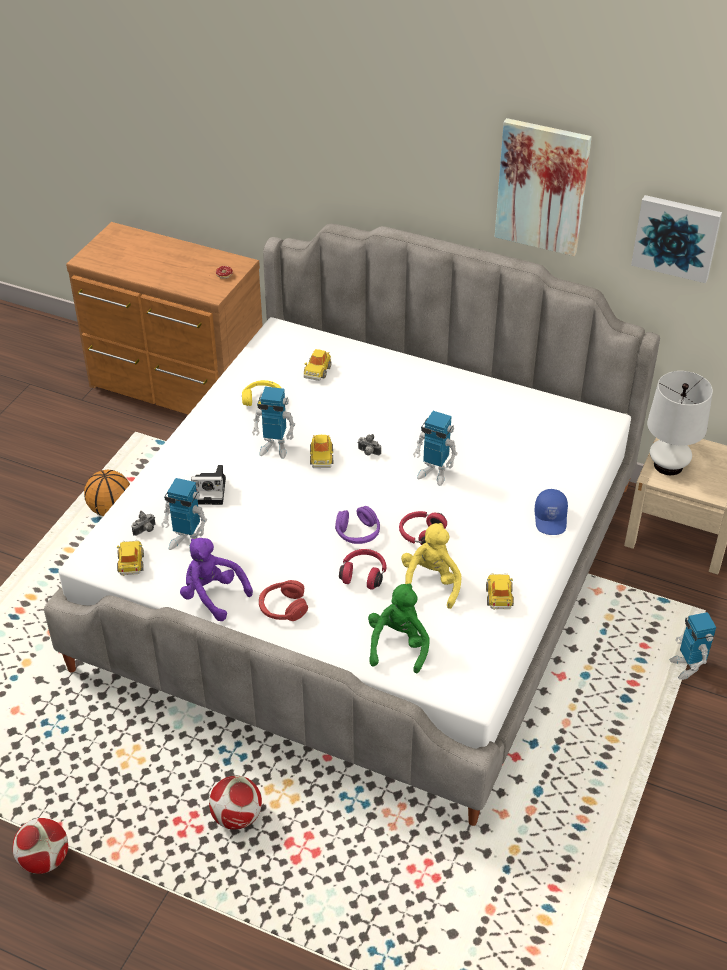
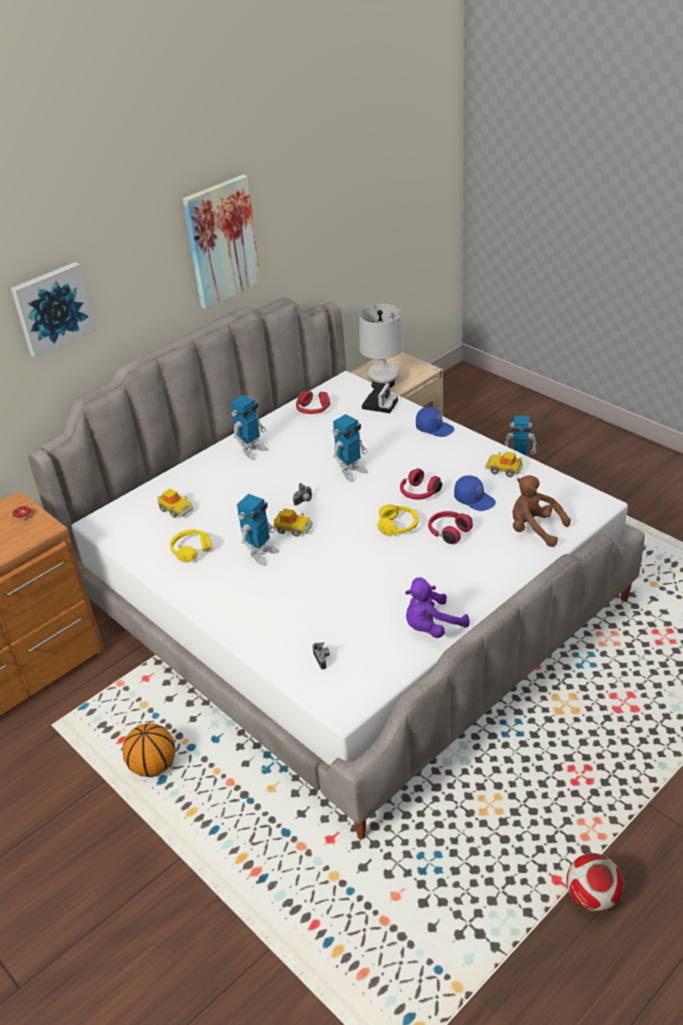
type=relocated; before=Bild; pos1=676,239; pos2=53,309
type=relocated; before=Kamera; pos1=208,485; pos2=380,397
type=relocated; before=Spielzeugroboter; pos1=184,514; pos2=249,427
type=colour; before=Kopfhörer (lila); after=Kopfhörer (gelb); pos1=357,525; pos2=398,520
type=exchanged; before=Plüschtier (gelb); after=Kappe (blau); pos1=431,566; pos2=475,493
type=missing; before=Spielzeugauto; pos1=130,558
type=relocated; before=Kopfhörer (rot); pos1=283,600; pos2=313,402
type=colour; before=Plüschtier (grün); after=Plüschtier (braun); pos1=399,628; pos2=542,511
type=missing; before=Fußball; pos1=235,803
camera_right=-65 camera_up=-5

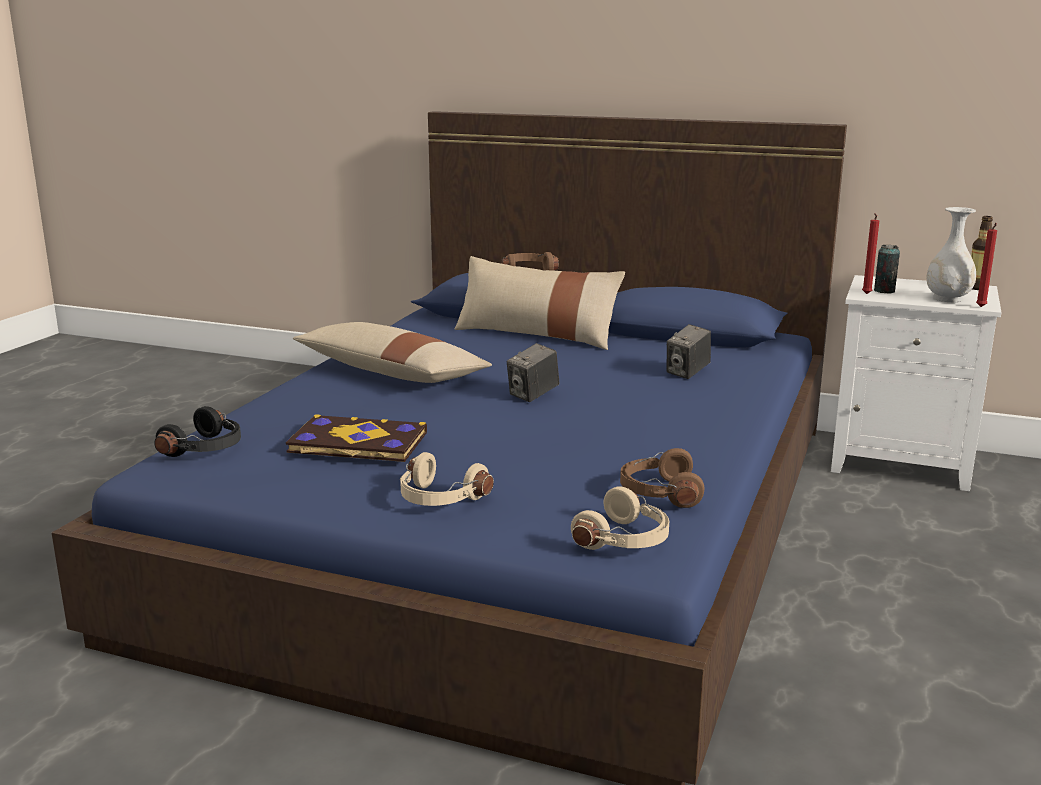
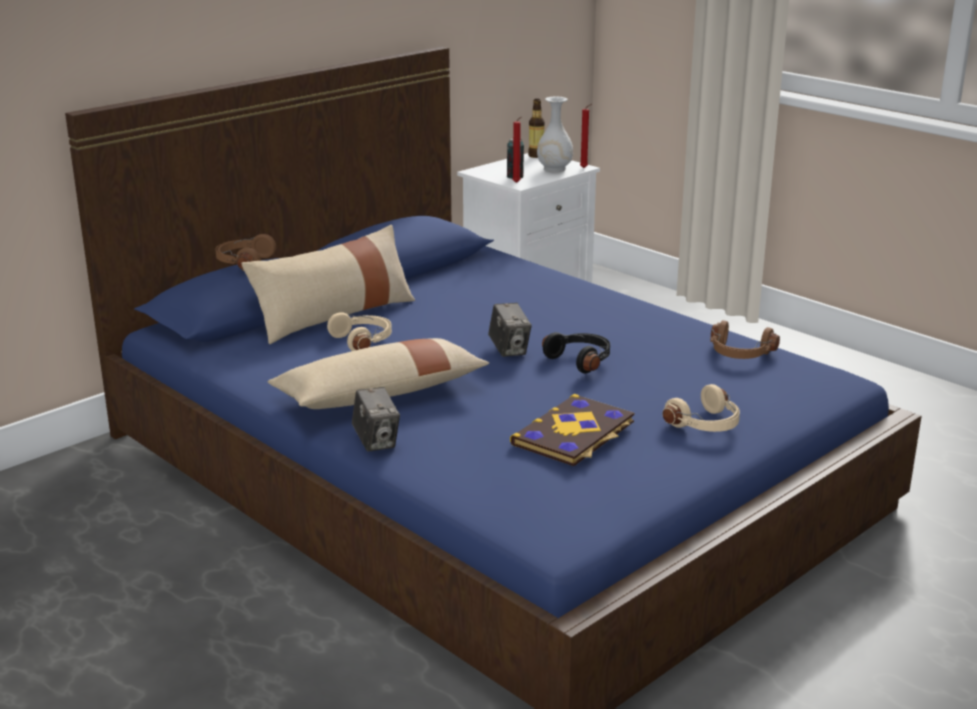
type=relocated; before=Kamera; pos1=689,351; pos2=376,419
type=relocated; before=Kopfhörer (schwarz); pos1=197,431; pos2=576,353
type=relocated; before=Kopfhörer (beige); pos1=620,518; pos2=359,331
camera_right=-65 camera_up=5

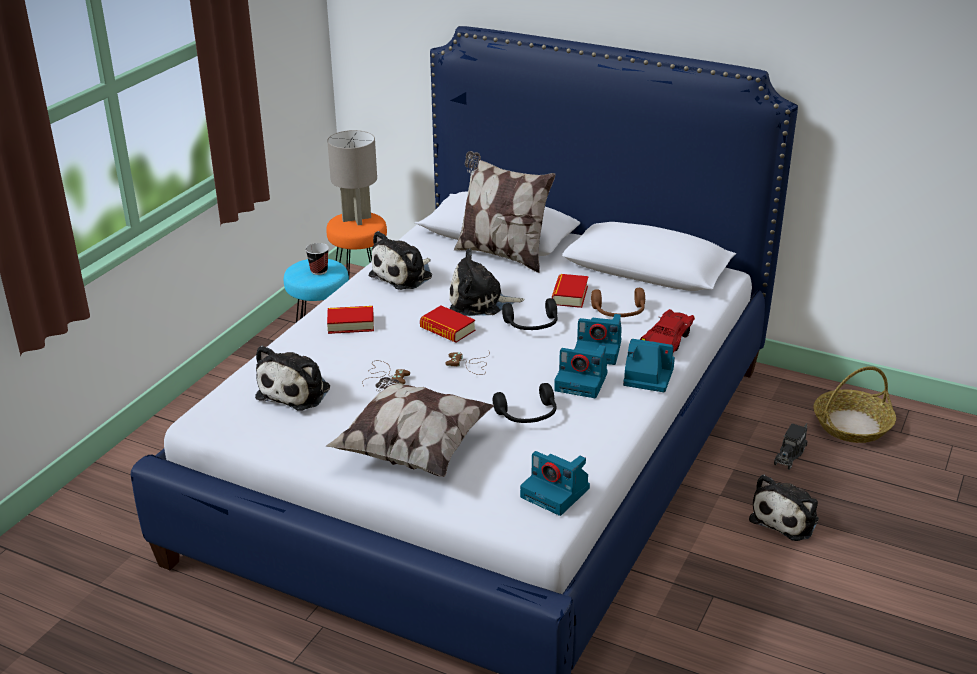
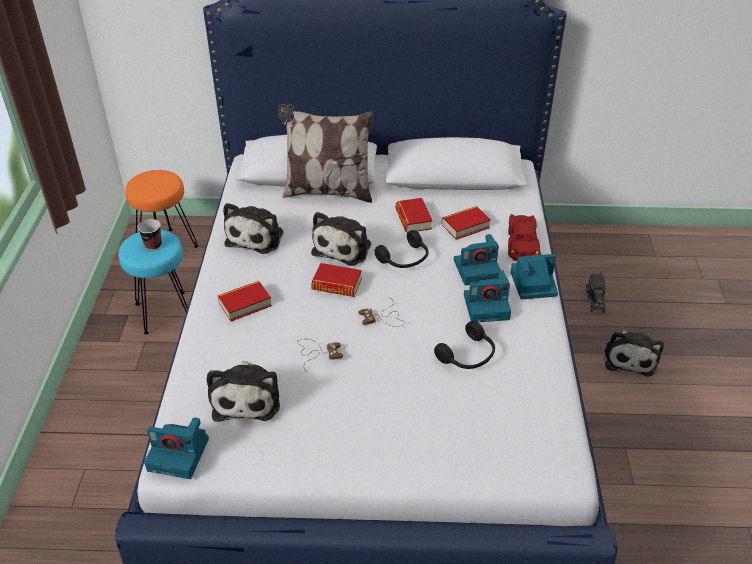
type=missing; before=Tischlampe (grau); pos1=352,177
type=spun; before=Plüschtier; pos1=487,282; pos2=341,239; turn=-45
type=exchanged; before=Kopfhörer (braun); after=Buch; pos1=618,302; pos2=466,223
type=missing; before=Korb; pos1=854,404
type=missing; before=Kissen; pos1=409,427
type=relocated; before=Kamera; pos1=555,483; pos2=176,448
camera_right=-25 camera_up=10

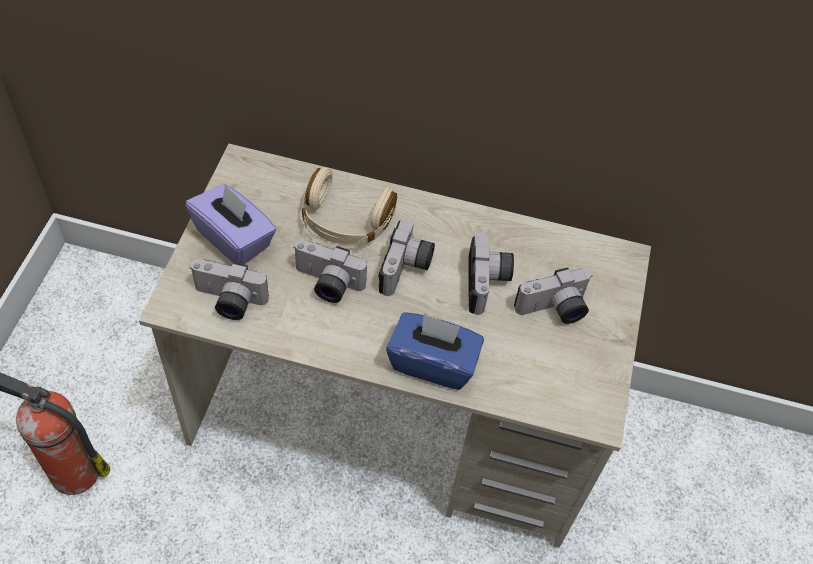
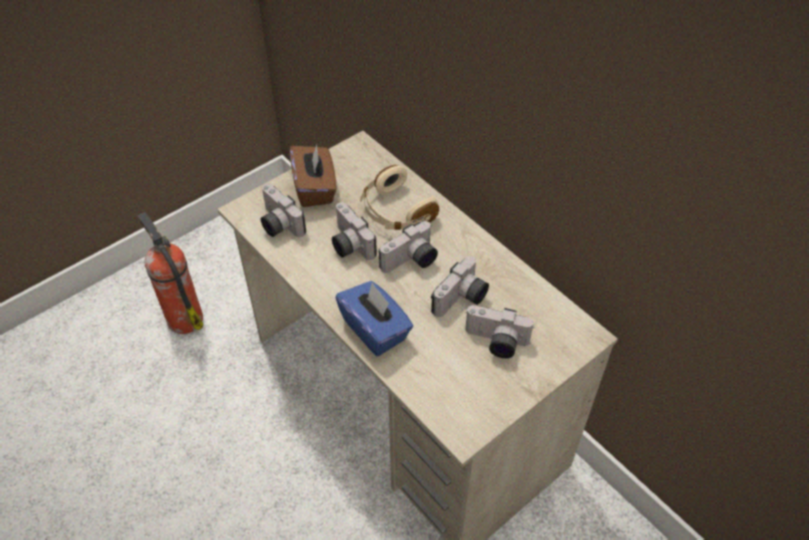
type=colour; before=Taschentuchbox (lila); after=Taschentuchbox (braun); pos1=231,224; pos2=313,176
camera_right=40 camera_up=-5

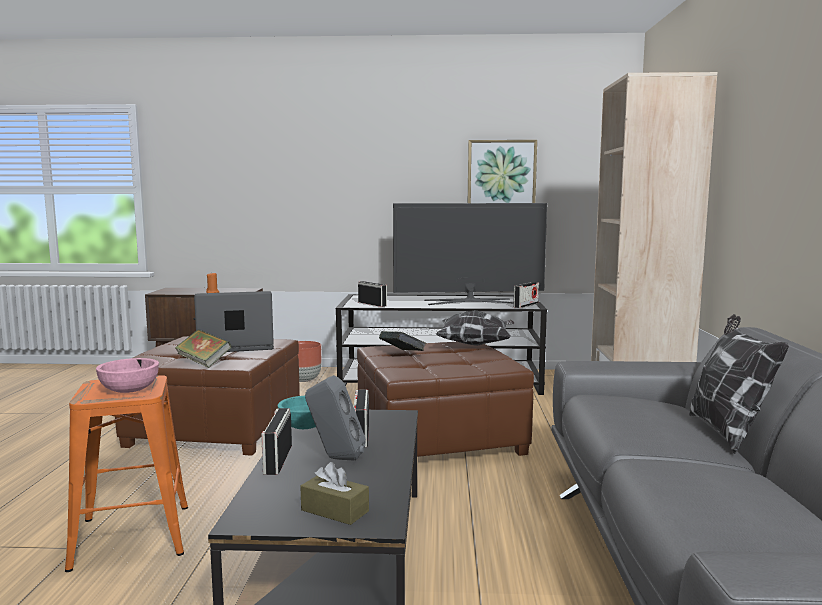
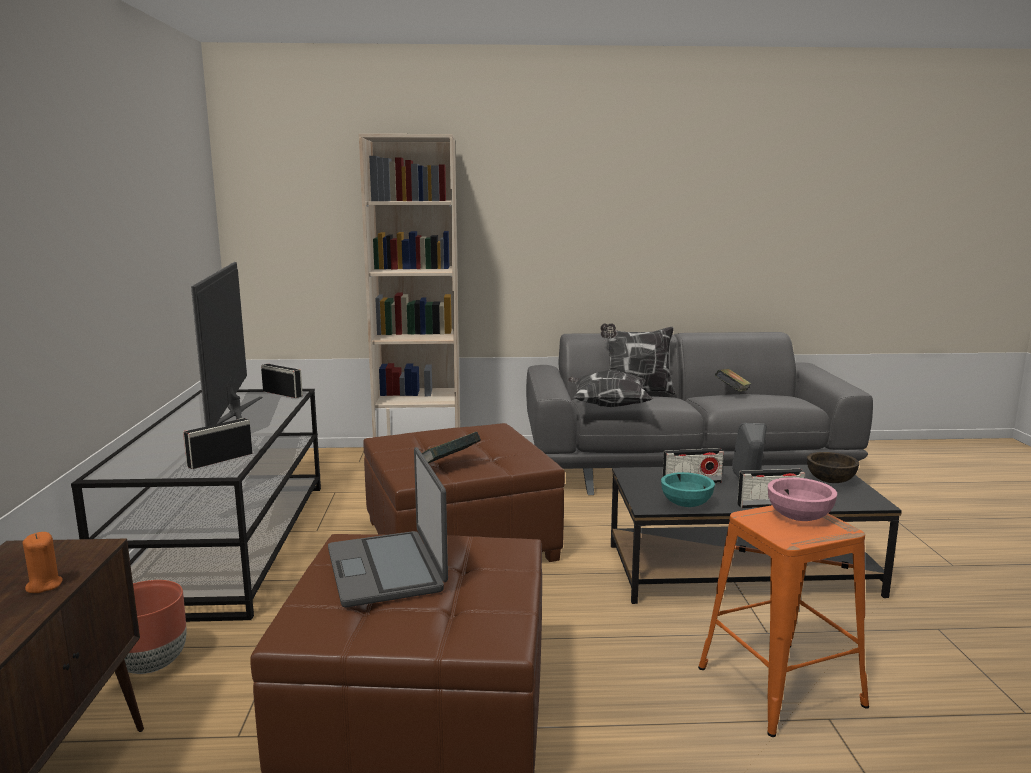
type=missing; before=Bild; pos1=502,171
type=relocated; before=Kissen; pos1=475,327; pos2=610,388
type=relocated; before=Buch; pos1=203,348; pos2=733,380
type=exchanged; before=Taschentuchbox (braun); after=Schüssel (braun); pos1=334,493; pos2=833,467
camera_right=-95 camera_up=5

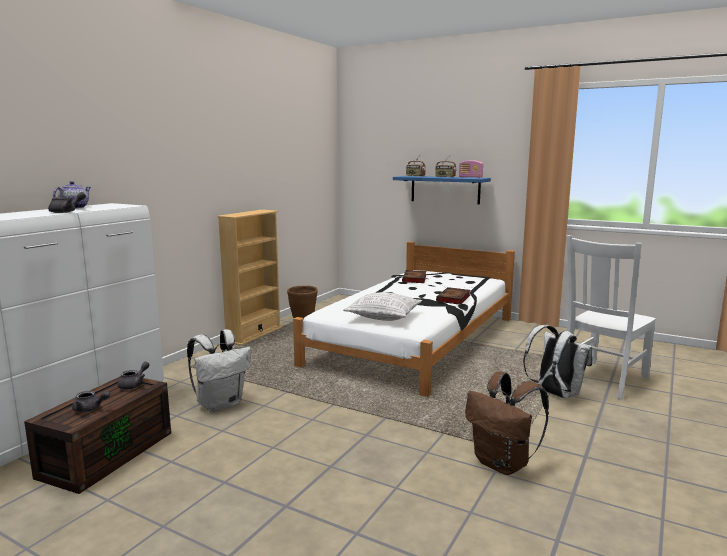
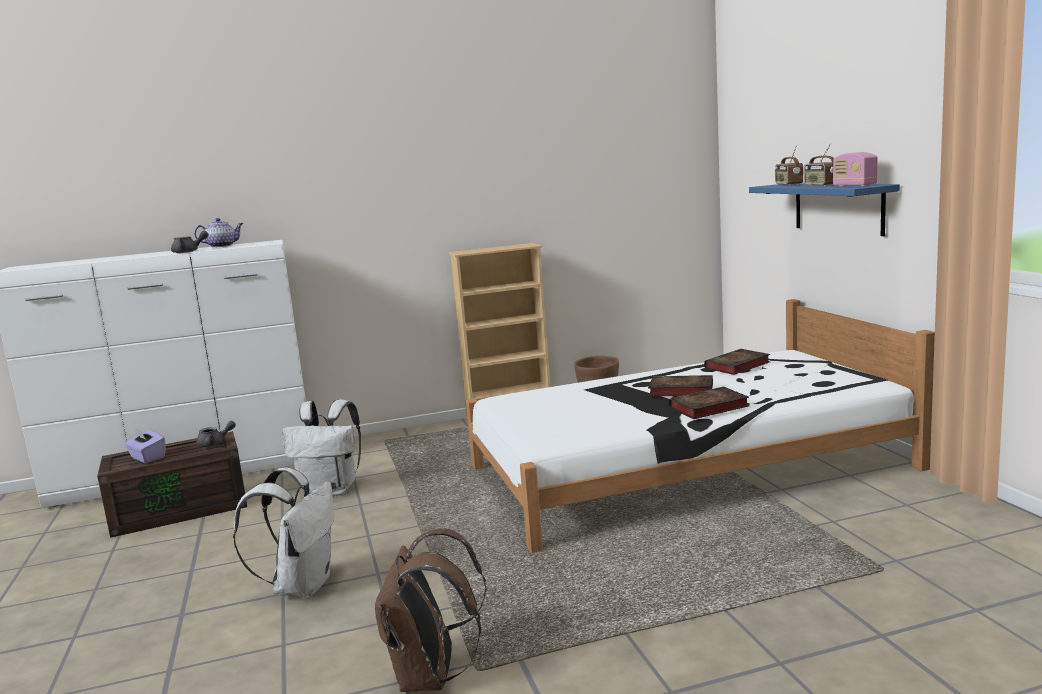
type=missing; before=Stuhl (weiß); pos1=611,317
type=missing; before=Kissen; pos1=382,306
type=relocated; before=Rucksack (weiß); pos1=557,361; pos2=283,532
type=exchanged; before=Teekanne (grau); after=Taschentuchbox (lila); pos1=91,401; pos2=145,445
type=appeared; after=Buch; pos2=680,386
camera_right=45 camera_up=0

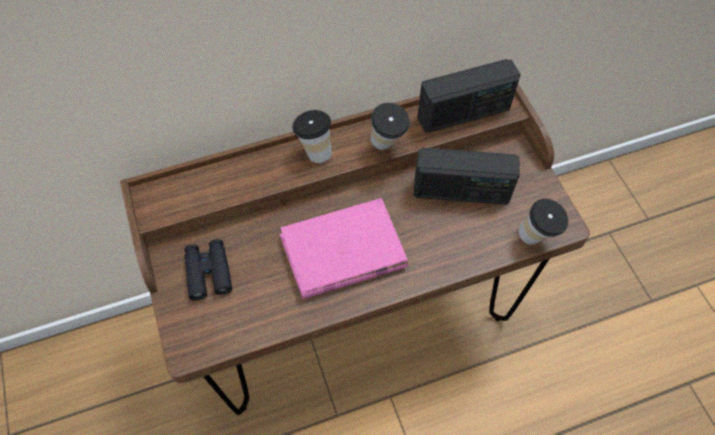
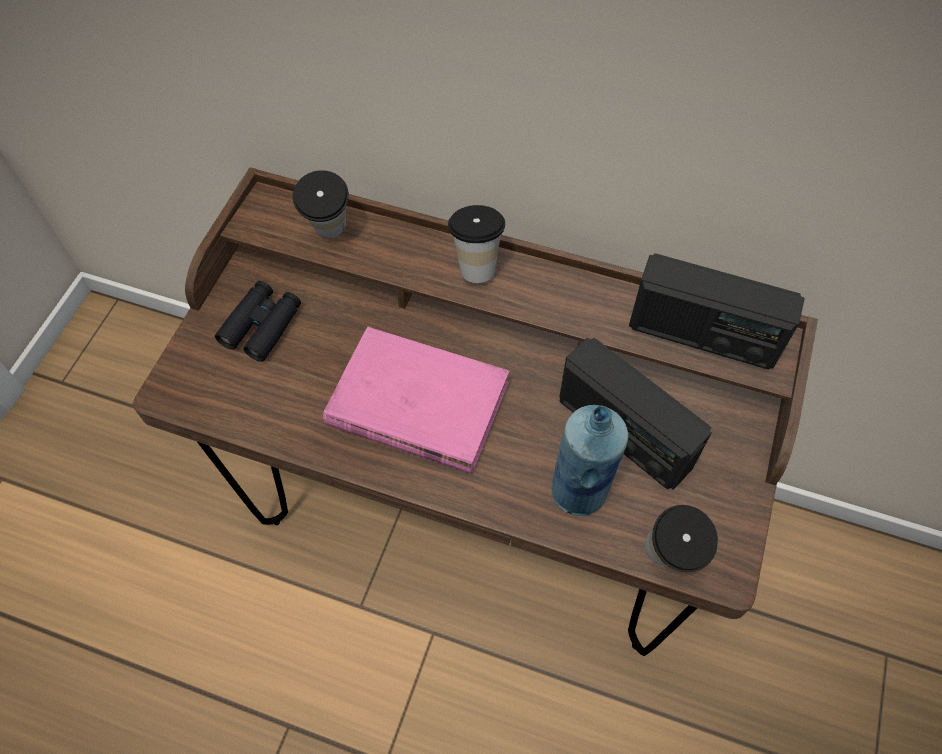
type=relocated; before=Tasse; pos1=390,126; pos2=320,204
type=appeared; after=Flasche (blau); pos2=590,460
camera_right=40 camera_up=0

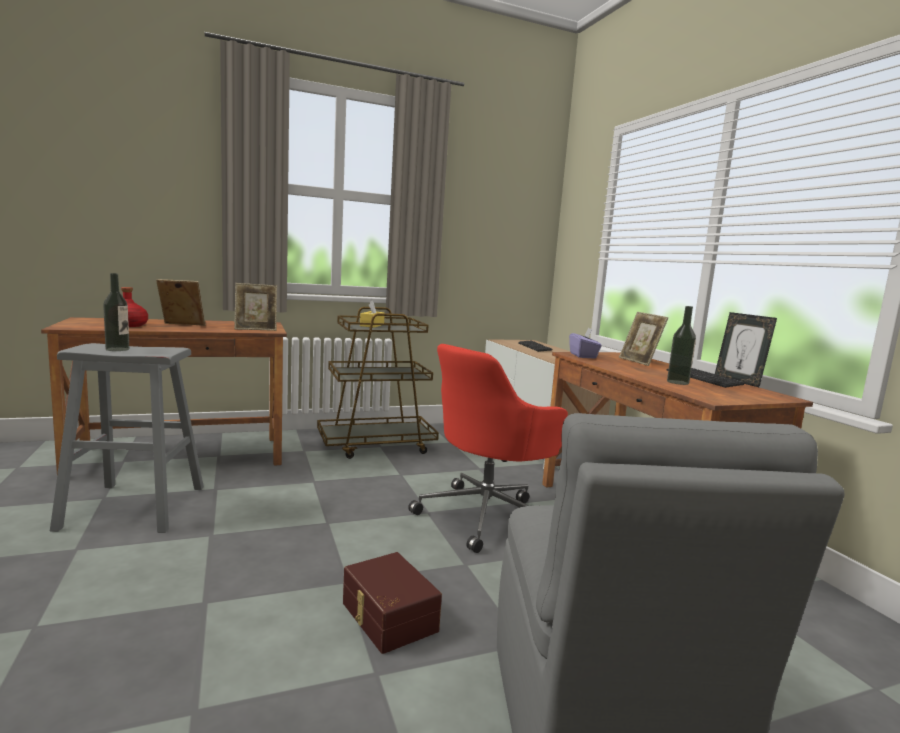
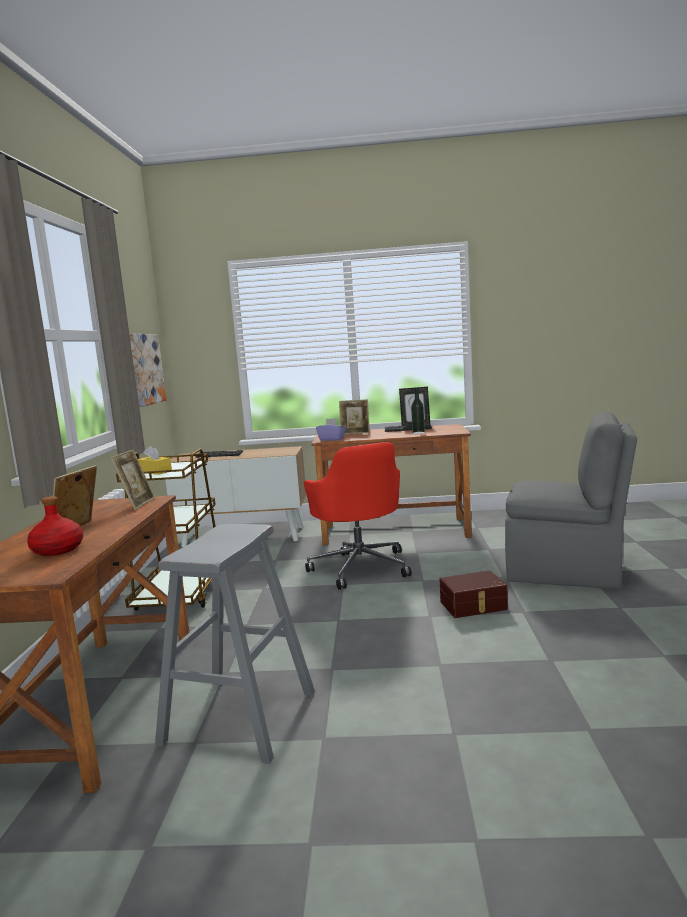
type=missing; before=Flasche; pos1=116,312
type=appeared; after=Bild; pos2=148,370
camera_right=-65 camera_up=0

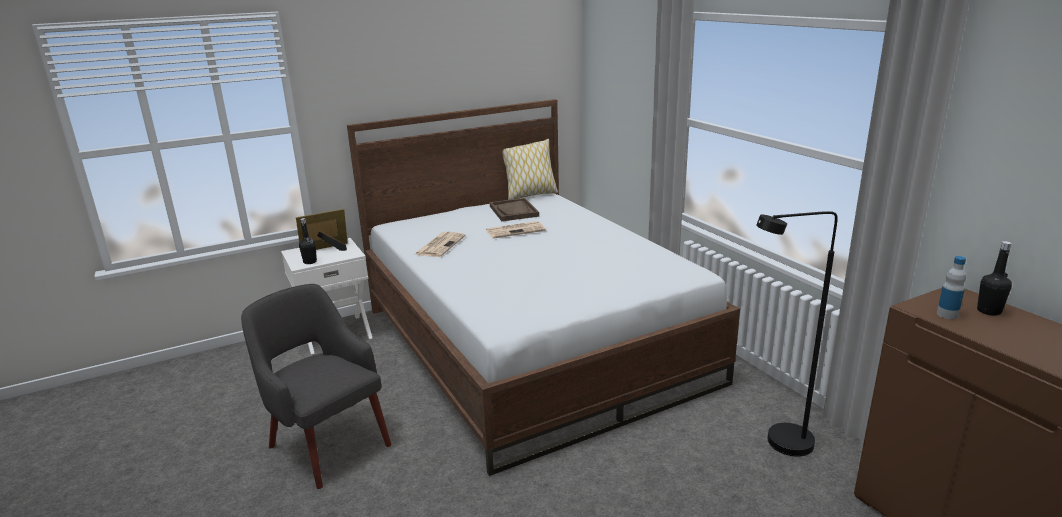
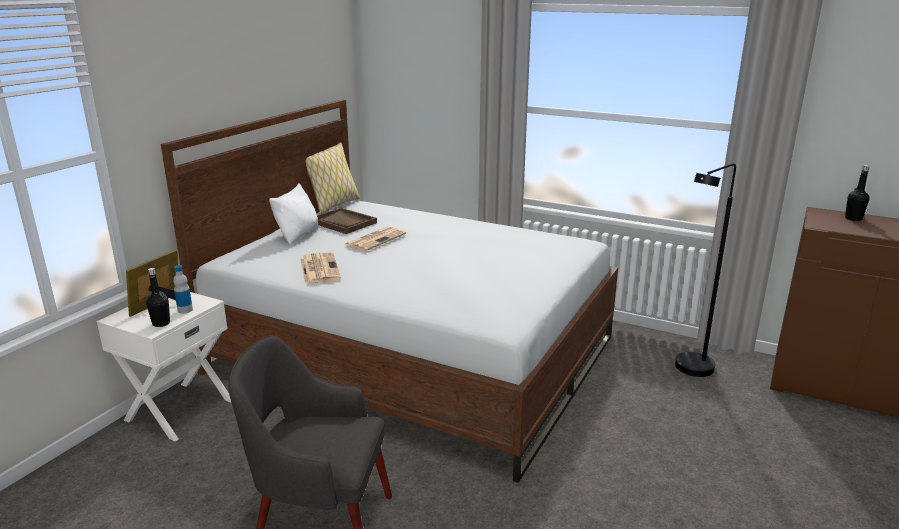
type=relocated; before=Flasche; pos1=951,287; pos2=183,289
type=appeared; after=Kissen (weiß); pos2=294,214
camera_right=-35 camera_up=0

